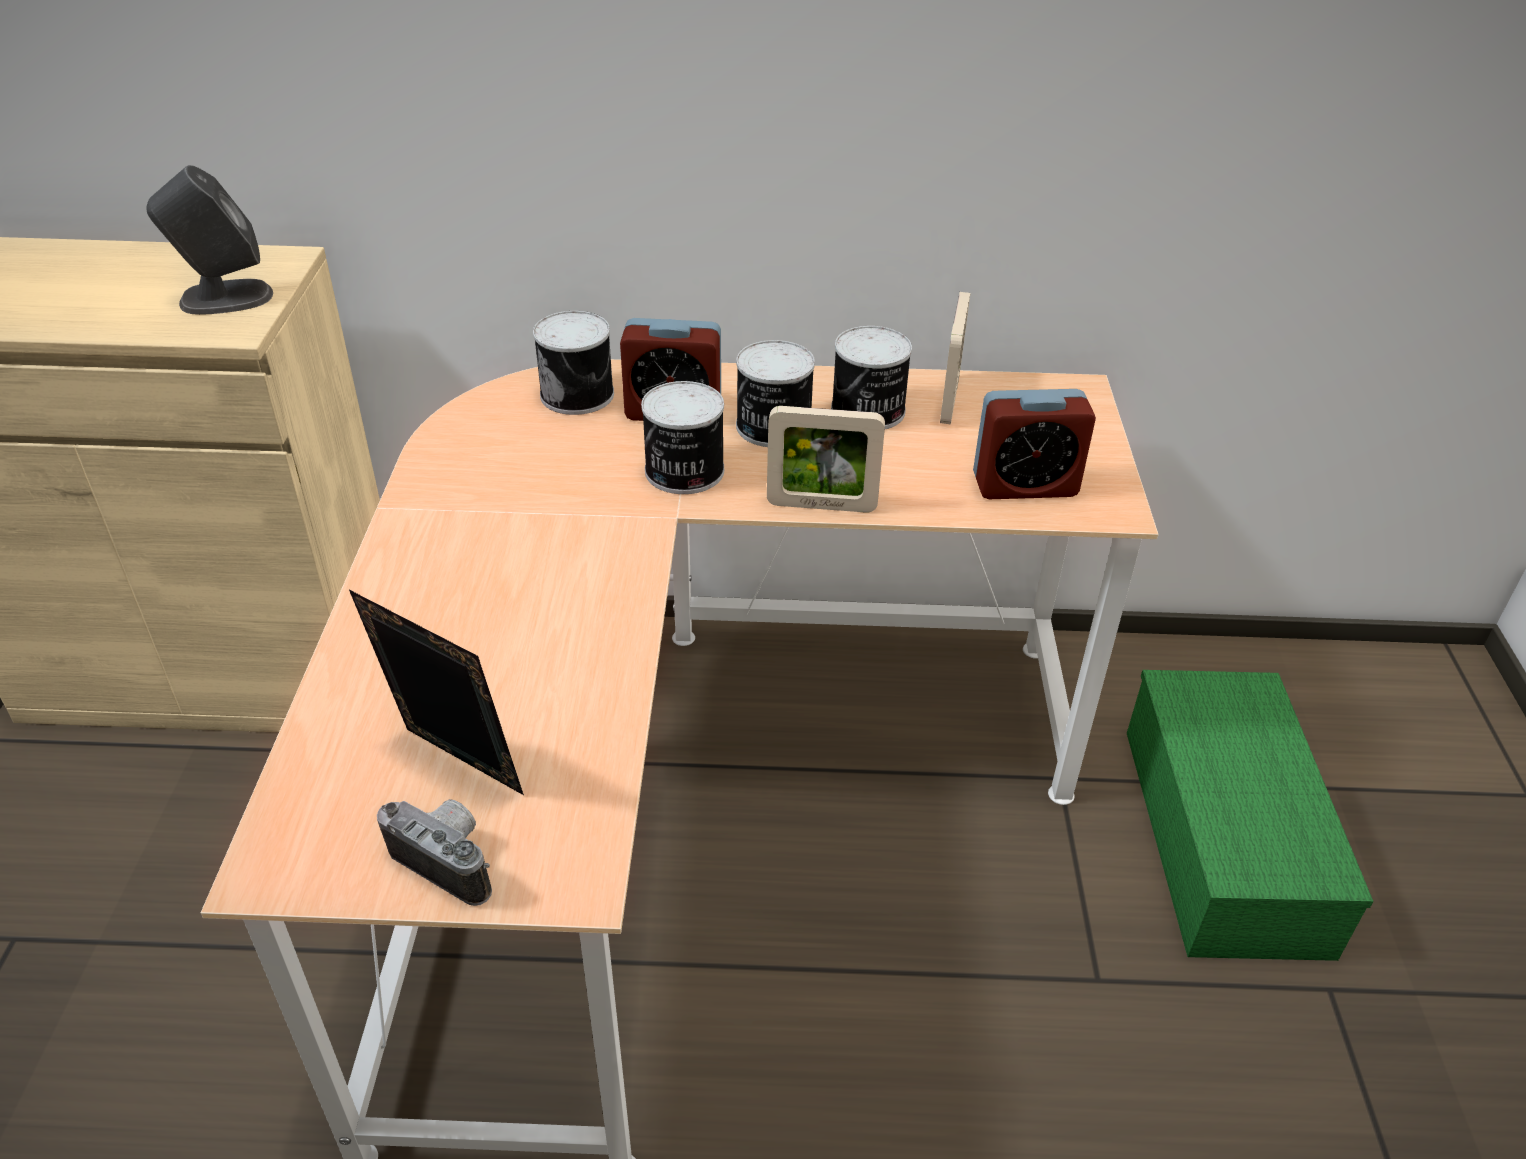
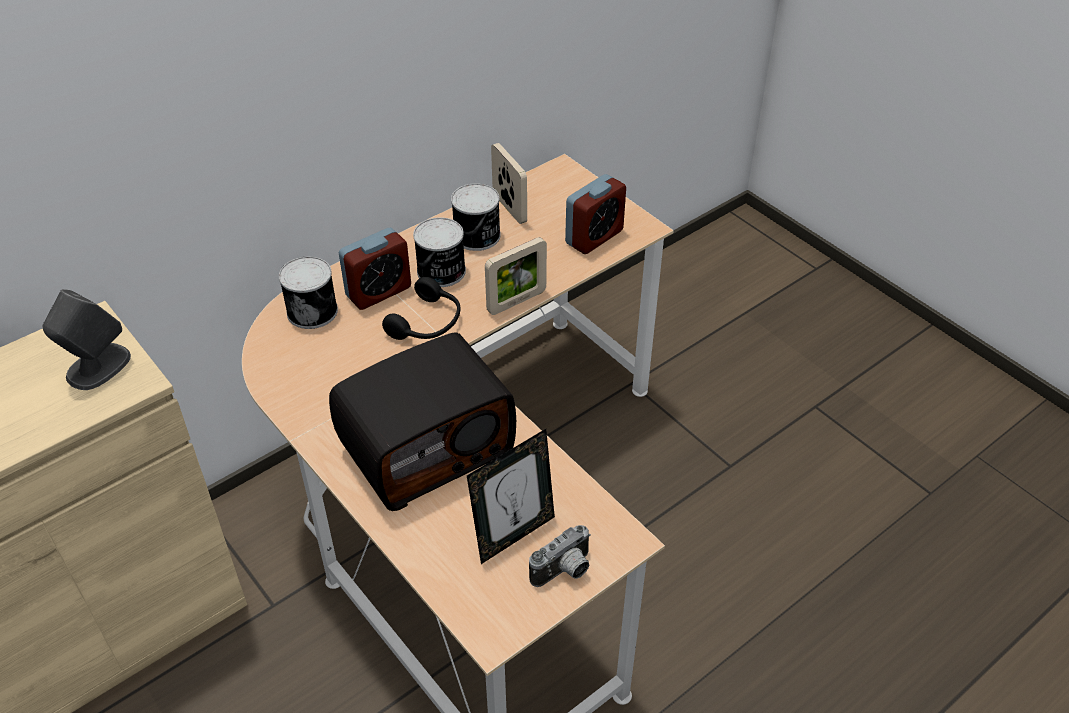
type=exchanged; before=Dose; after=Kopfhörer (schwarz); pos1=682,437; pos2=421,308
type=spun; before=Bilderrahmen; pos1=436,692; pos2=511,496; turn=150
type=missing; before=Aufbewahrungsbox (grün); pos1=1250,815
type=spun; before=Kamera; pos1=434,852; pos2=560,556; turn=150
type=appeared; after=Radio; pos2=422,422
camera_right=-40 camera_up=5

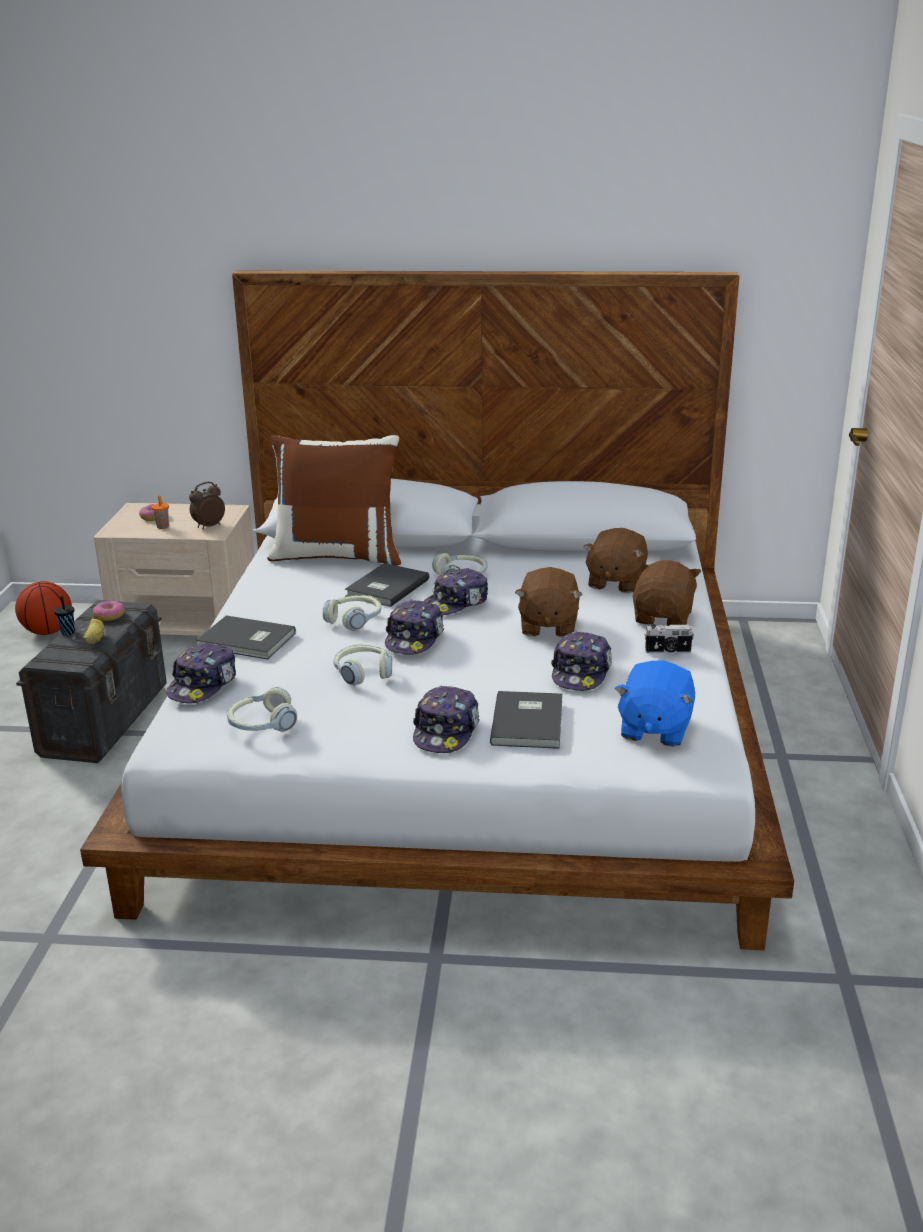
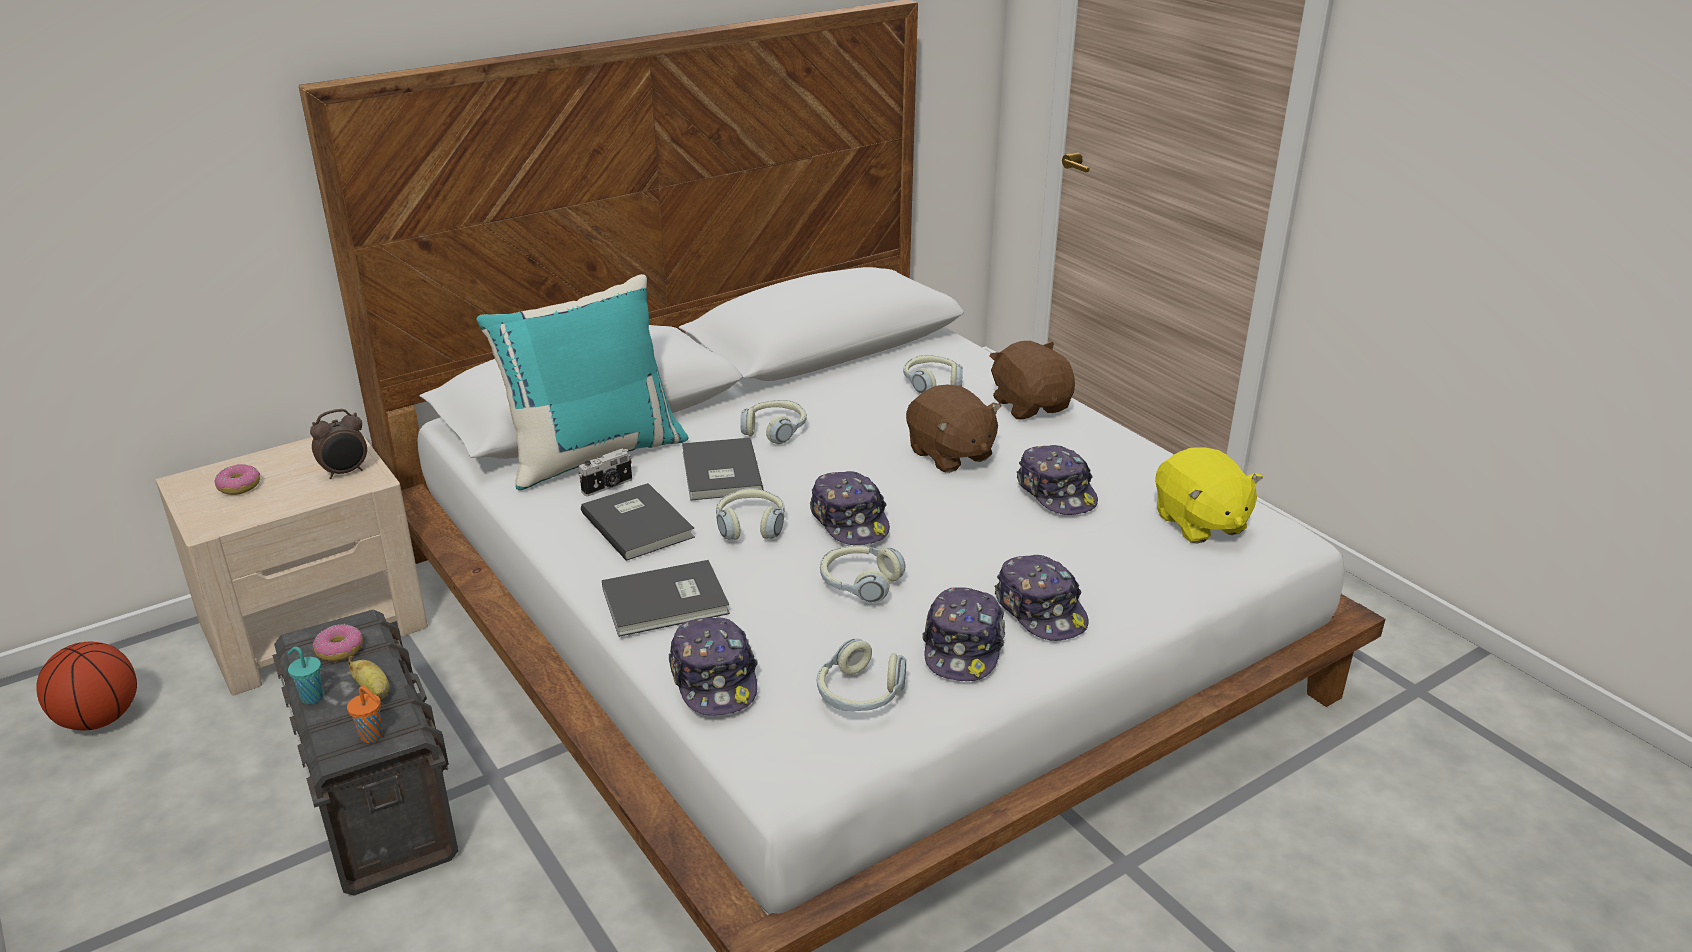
type=colour; before=Kissen (braun); after=Kissen (türkis); pos1=334,500; pos2=582,382
type=spun; before=Wecker; pos1=207,505; pos2=338,444; turn=-135
type=relocated; before=Tasse (orange); pos1=160,512; pos2=365,714
type=exchanged; before=Plüschtier (braun); after=Kopfhörer; pos1=615,560; pos2=933,374
type=relocated; before=Kappe; pos1=456,591; pos2=963,634
type=colour; before=Tasse (schwarz); after=Tasse (türkis); pos1=64,615; pos2=305,675
type=relocated; before=Kamera; pos1=669,639; pos2=605,472
type=colour; before=Plüschtier (blau); after=Plüschtier (gelb); pos1=655,703; pos2=1209,495
type=relocated; before=Buch (grau); pos1=526,720; pos2=638,522
camera_right=-40 camera_up=5

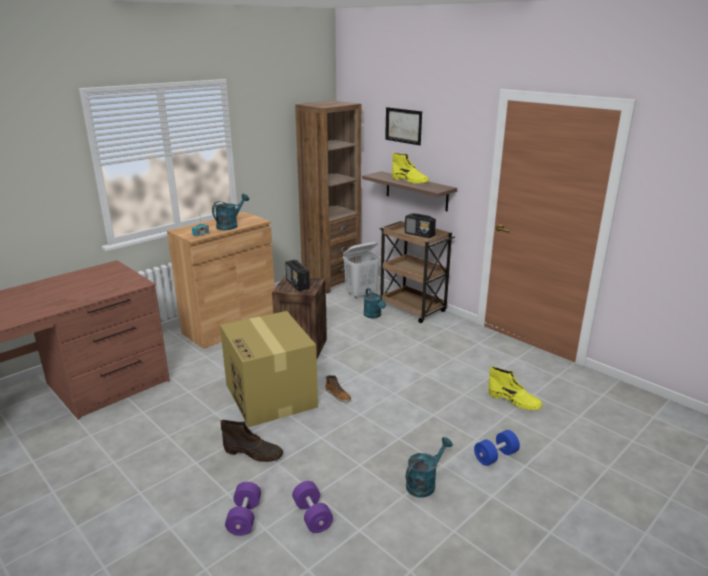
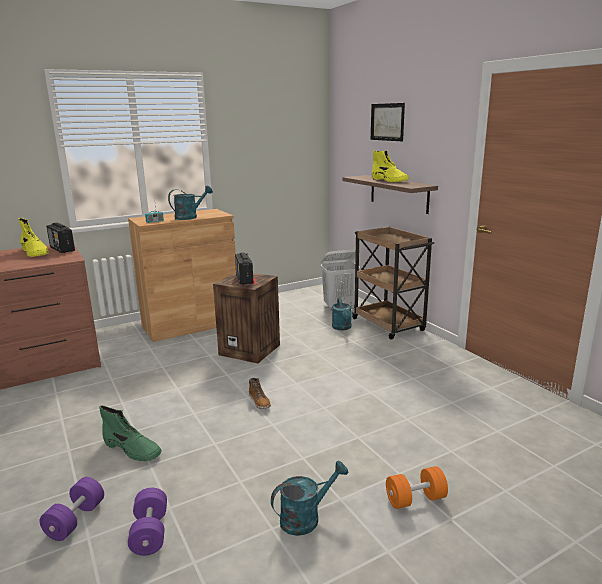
type=missing; before=Bücherregal (braun); pos1=328,197
type=relocated; before=Radio; pos1=420,225; pos2=60,238
type=missing; before=Karton; pos1=269,369
type=relocated; before=Stiefel (gelb); pos1=515,388; pos2=34,237
type=colour; before=Stiefel (braun); after=Stiefel (grün); pos1=252,441; pos2=130,433
type=colour; before=Hantel (blau); after=Hantel (orange); pos1=497,448; pos2=417,487
camera_right=15 camera_up=-5

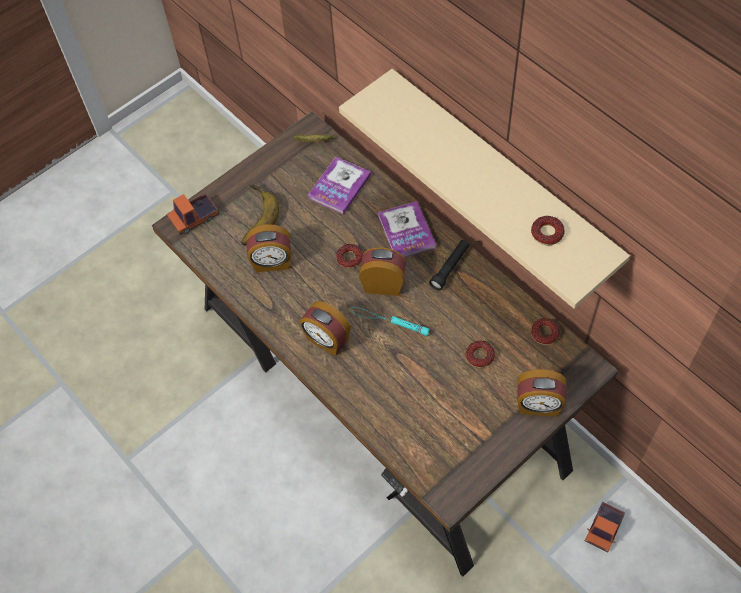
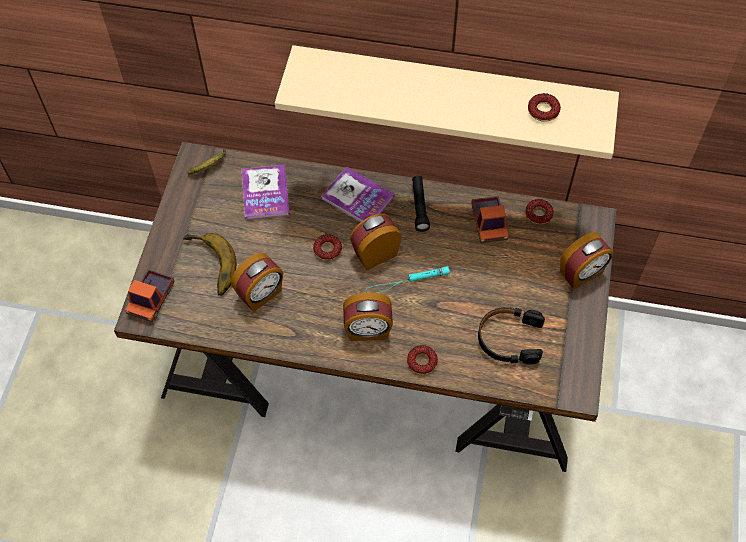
type=relocated; before=Donut; pos1=480,354; pos2=422,359
type=relocated; before=Spielzeuglaster; pos1=605,527; pos2=490,219
type=appeared; after=Kopfhörer (schwarz); pos2=511,336
camera_right=-40 camera_up=0

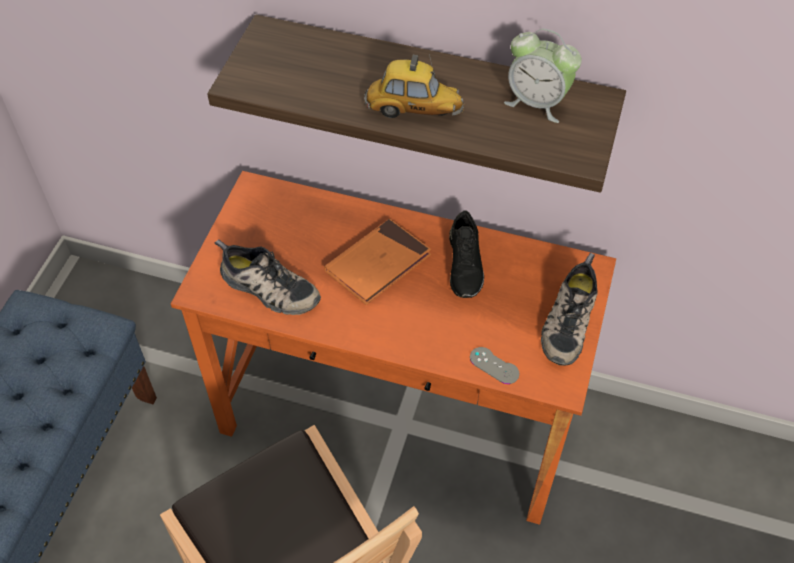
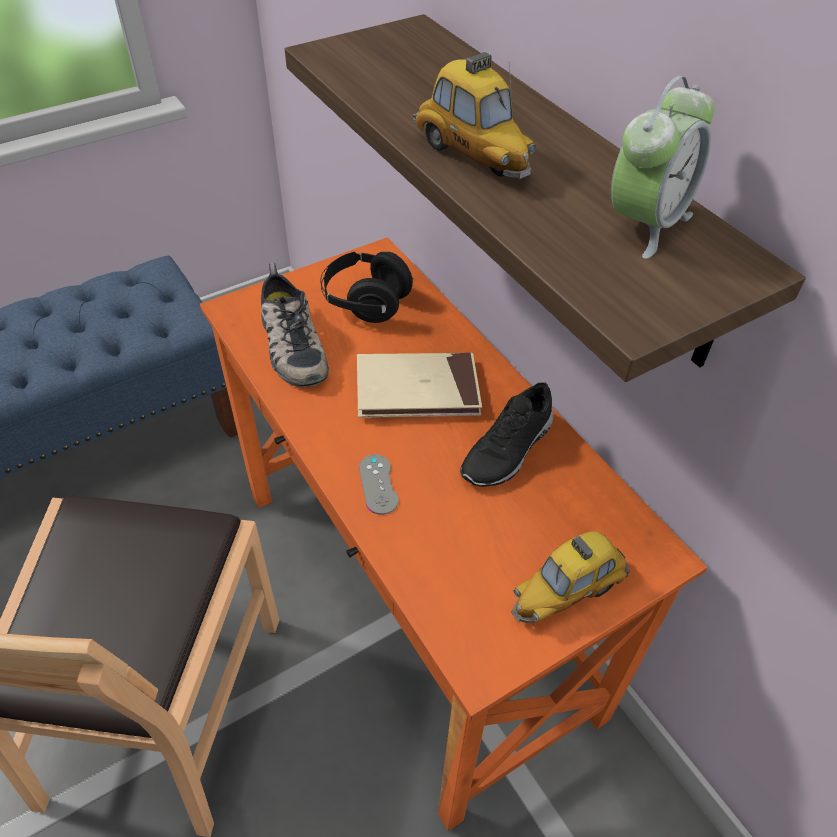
type=spun; before=Wecker; pos1=543,76; pos2=663,167; turn=-120
type=colour; before=Buch (orange); after=Buch (beige); pos1=377,261; pos2=419,385
type=exchanged; before=Schuh; after=Spielzeugauto; pos1=569,309; pos2=570,577
type=relocated; before=Gamepad (grau); pos1=494,365; pos2=379,484
type=appeared; after=Kopfhörer (schwarz); pos2=367,287
camera_right=40 camera_up=-5

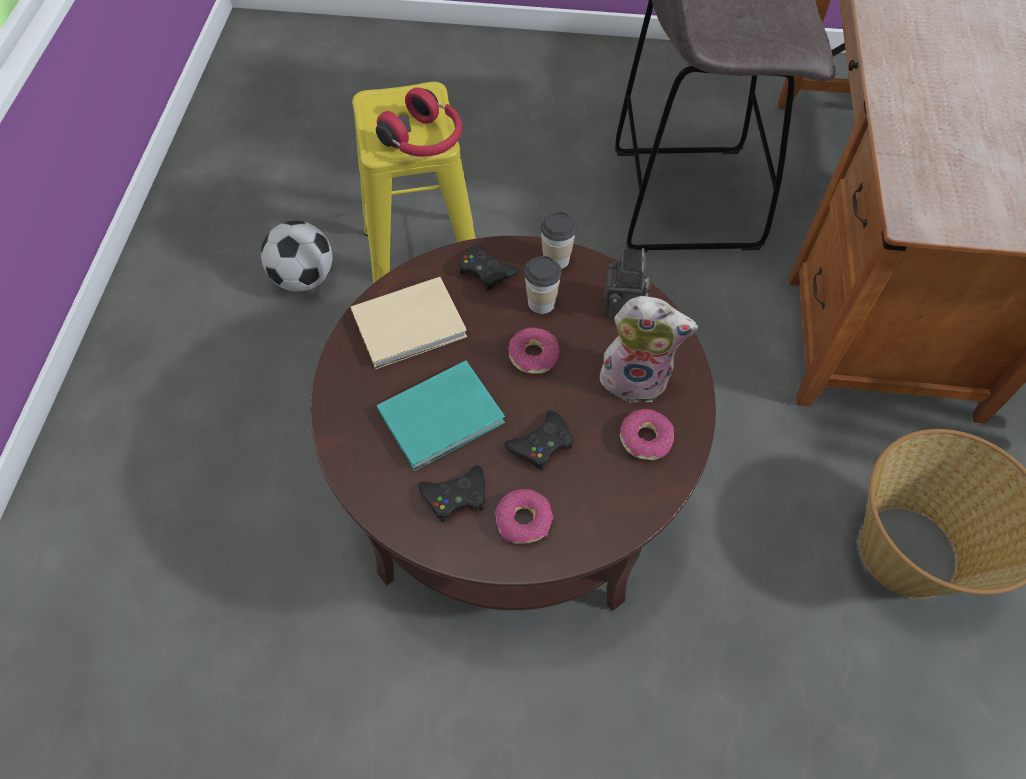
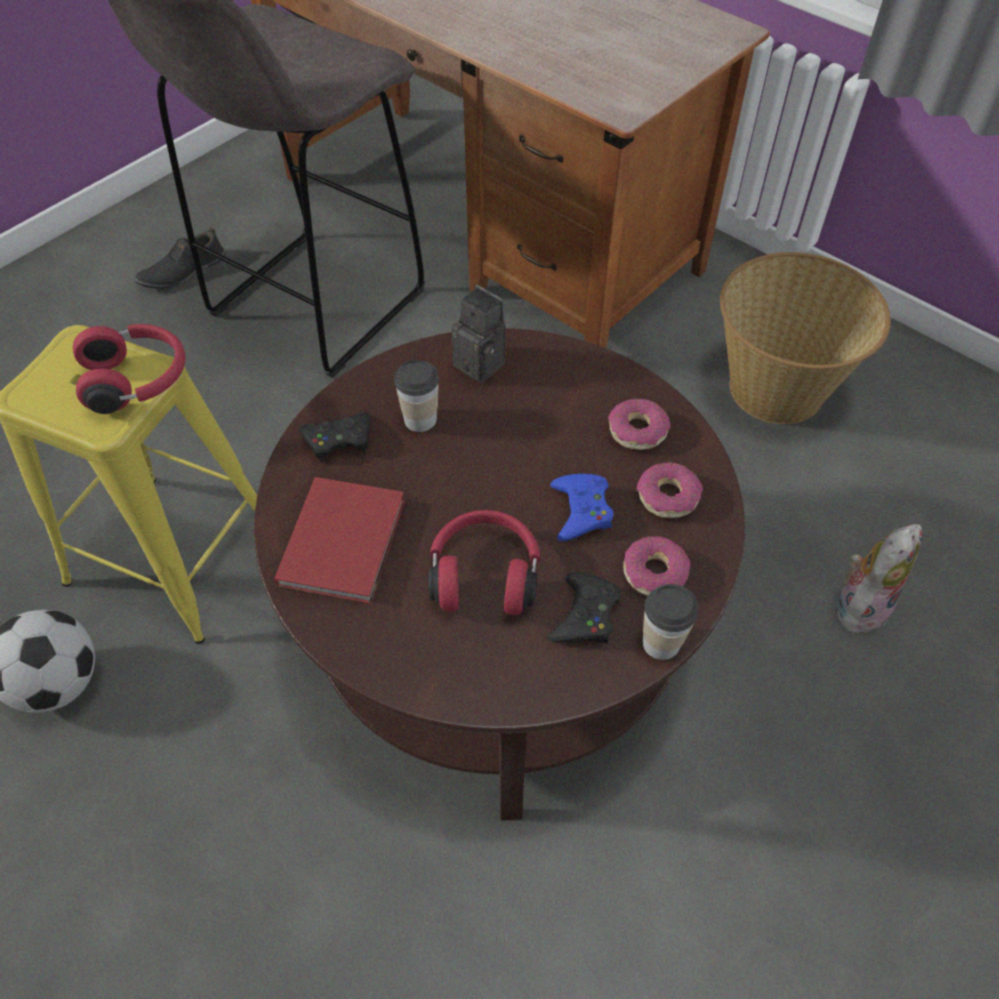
type=relocated; before=Tasse; pos1=558,240; pos2=670,622
type=colour; before=Buch (beige); after=Buch (rot); pos1=409,323; pos2=339,540
type=relocated; before=Plüschtier; pos1=647,349; pos2=879,580
type=relocated; before=Donut; pos1=533,350; pos2=670,490
type=exchanged; before=Buch (türkis); after=Kopfhörer (rot); pos1=441,415; pos2=484,562
type=colour; before=Gamepad (schwarz); after=Gamepad (blau); pos1=539,441; pos2=581,507
type=appeared; after=Schuh (schwarz); pos2=180,258
camera_right=-55 camera_up=-5

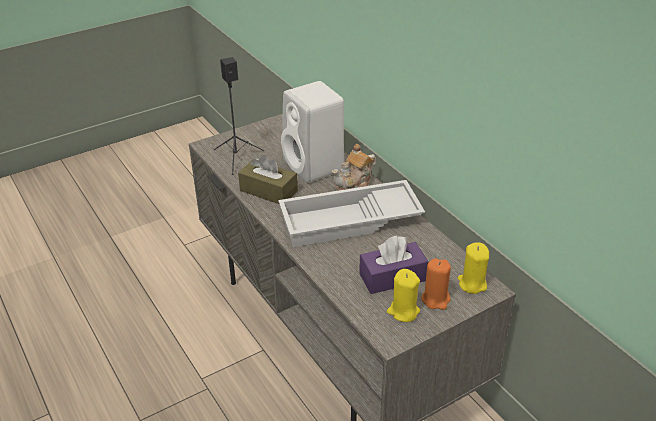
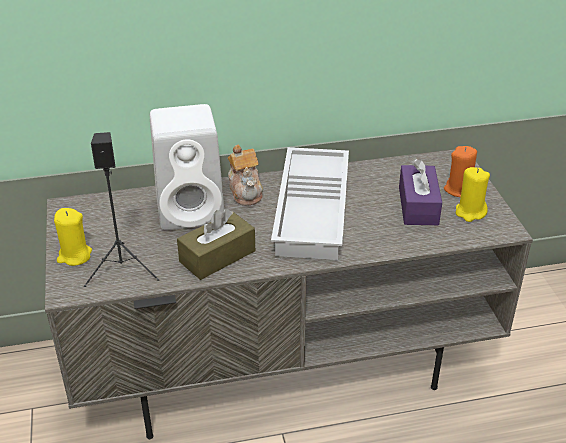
type=relocated; before=Kerze (gelb); pos1=473,268; pos2=73,237
camera_right=-70 camera_up=0

